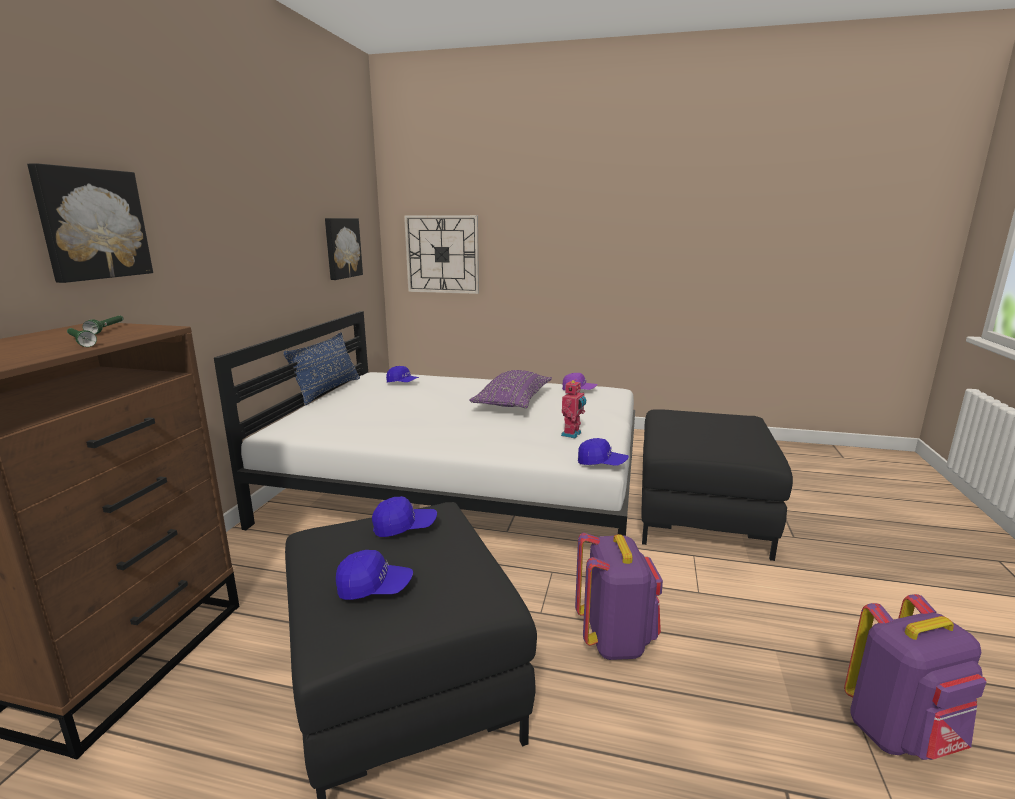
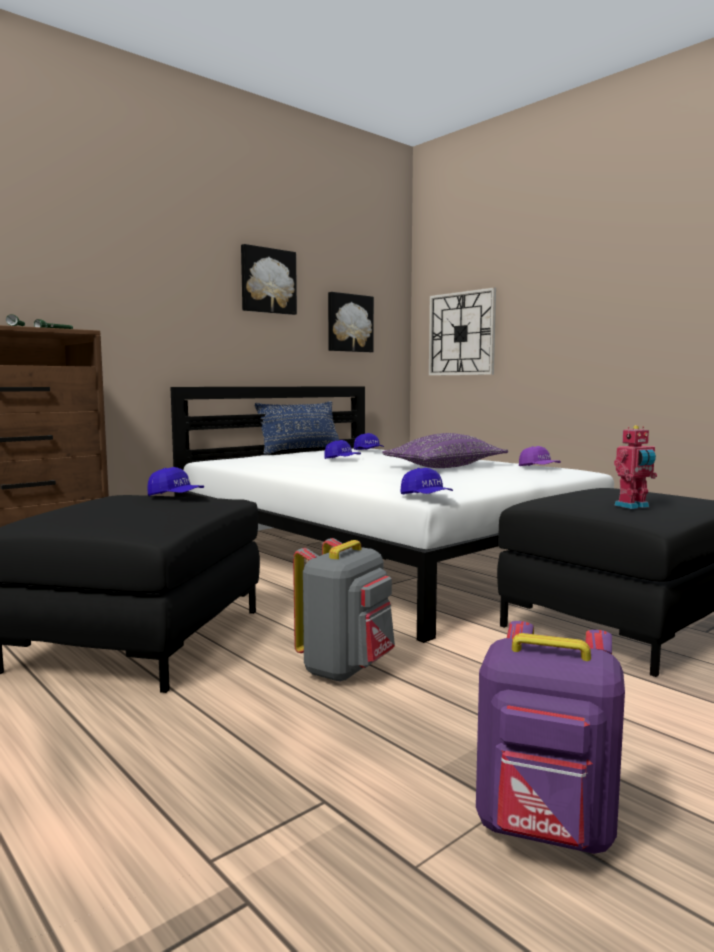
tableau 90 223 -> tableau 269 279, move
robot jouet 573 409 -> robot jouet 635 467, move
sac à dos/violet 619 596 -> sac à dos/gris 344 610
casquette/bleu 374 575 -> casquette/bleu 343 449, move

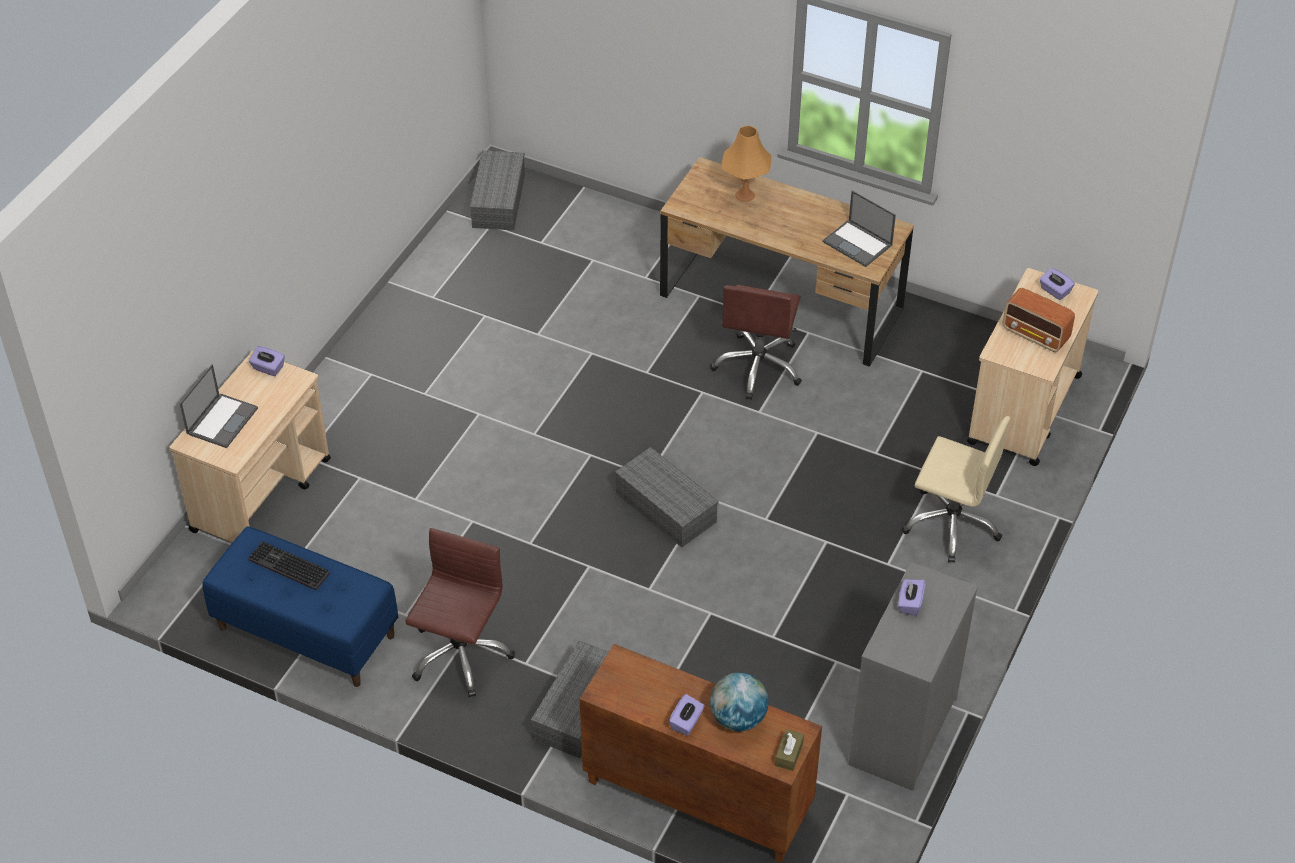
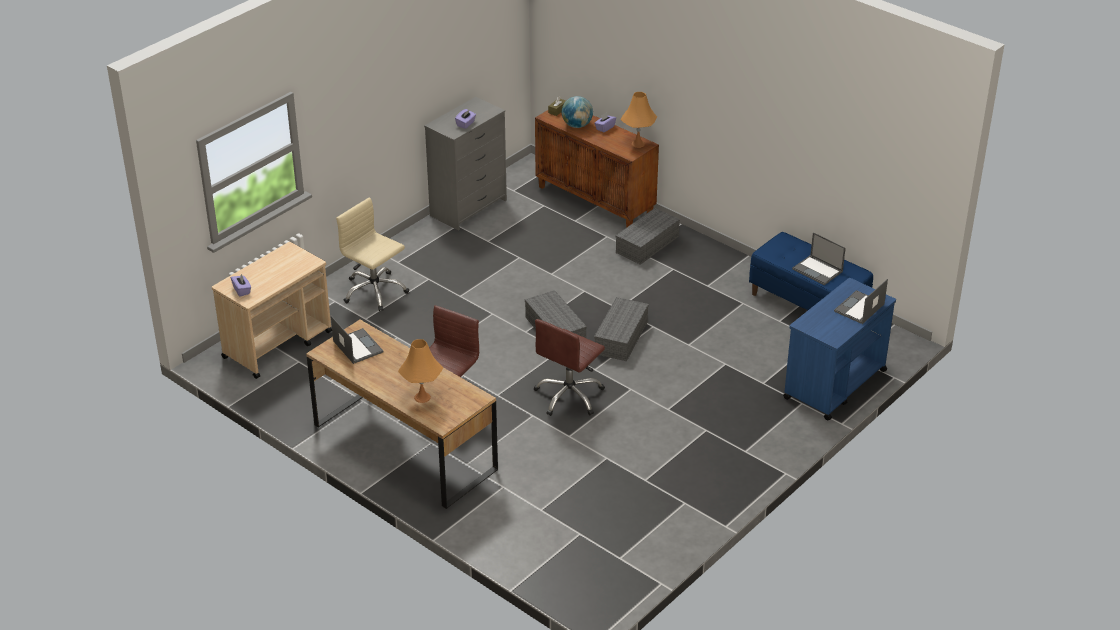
boîte de rangement/gris 497 190 -> boîte de rangement/gris 621 329, move
radio 1039 320 -> none
boîte à mouchoirs/violet 267 361 -> none
chariot/beige 250 447 -> chariot/bleu 839 349
chaise de bureau/marron 460 612 -> chaise de bureau/marron 569 367, move
clavier 289 565 -> ordinateur portable 819 258
none -> lampe de table/orange 639 120

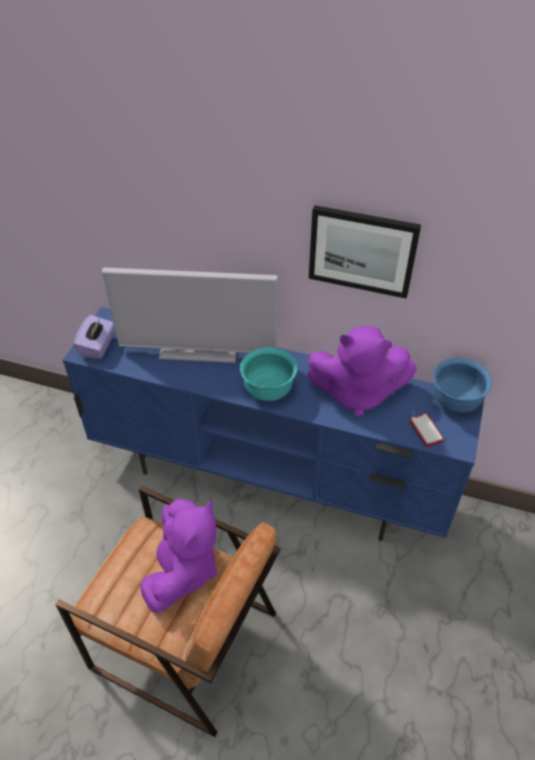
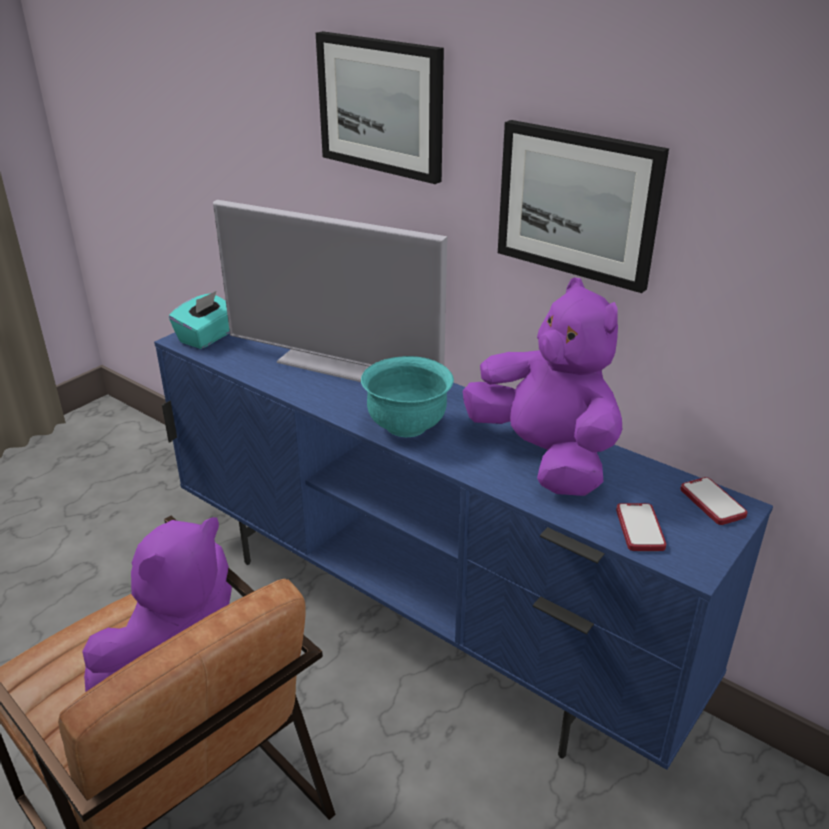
boîte à mouchoirs/violet 94 337 -> boîte à mouchoirs/turquoise 199 320
peluche/violet 362 371 -> peluche/violet 542 386, 150 degrees counterclockwise
bol/bleu 462 385 -> téléphone 714 501
none -> tableau 380 107

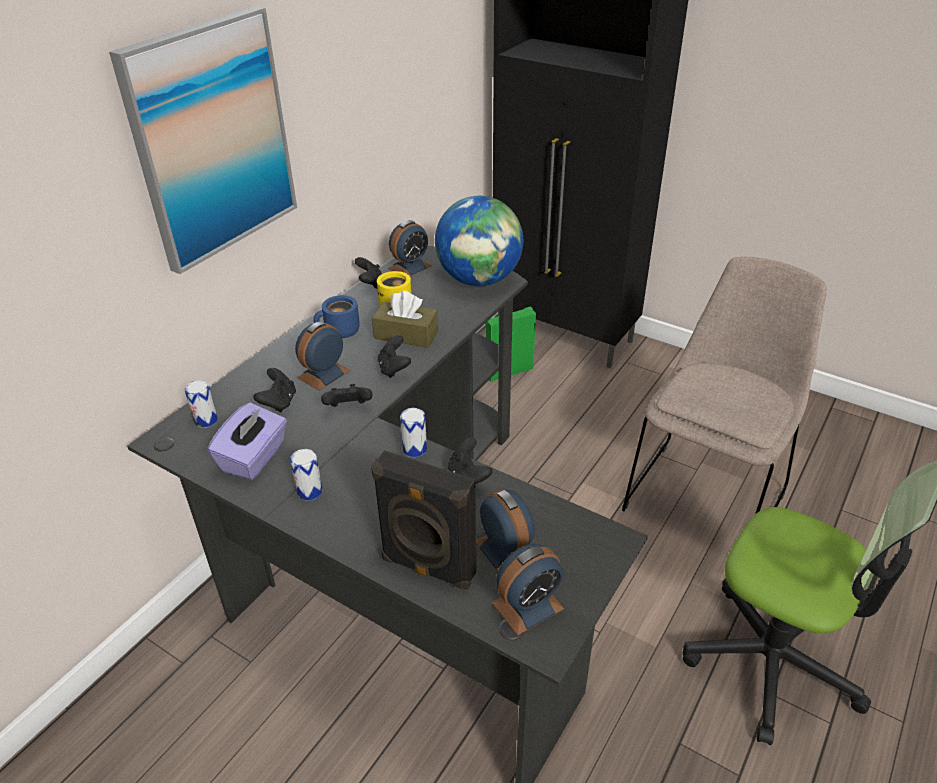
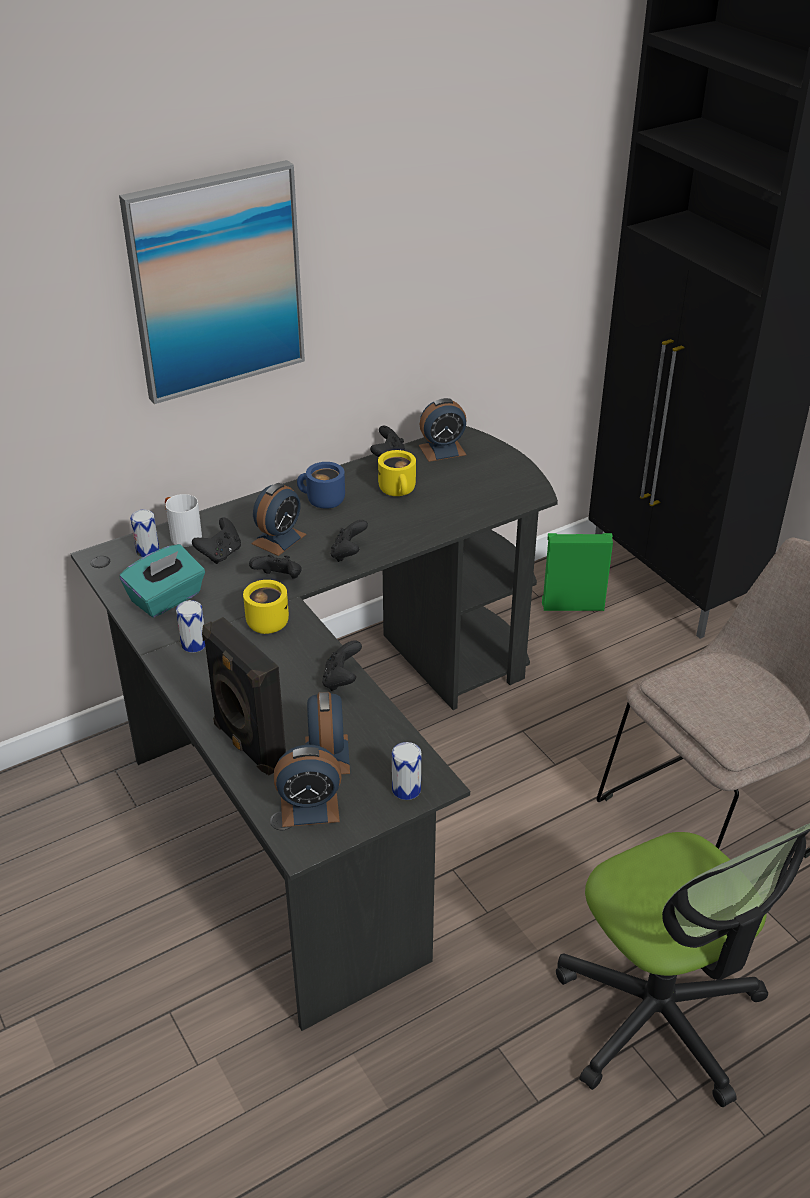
globe 479 241 -> none
boîte à mouchoirs/marron 405 319 -> none
réveil 322 356 -> réveil 279 519, 150 degrees clockwise
boîte à mouchoirs/violet 247 441 -> boîte à mouchoirs/turquoise 162 581
boîte métallique 413 432 -> boîte métallique 406 771, move
none -> mug/blanc 183 520
none -> mug/jaune 266 607

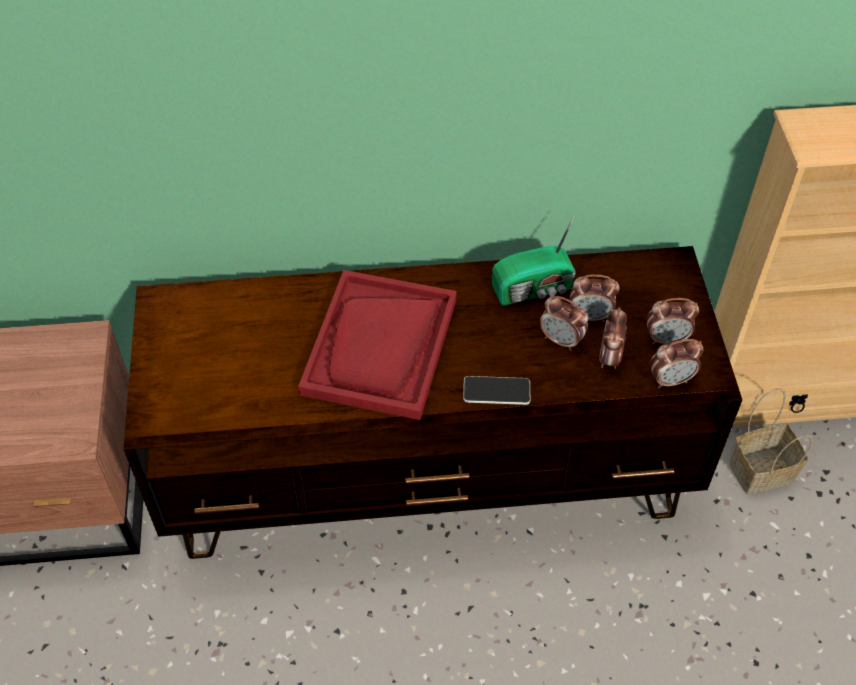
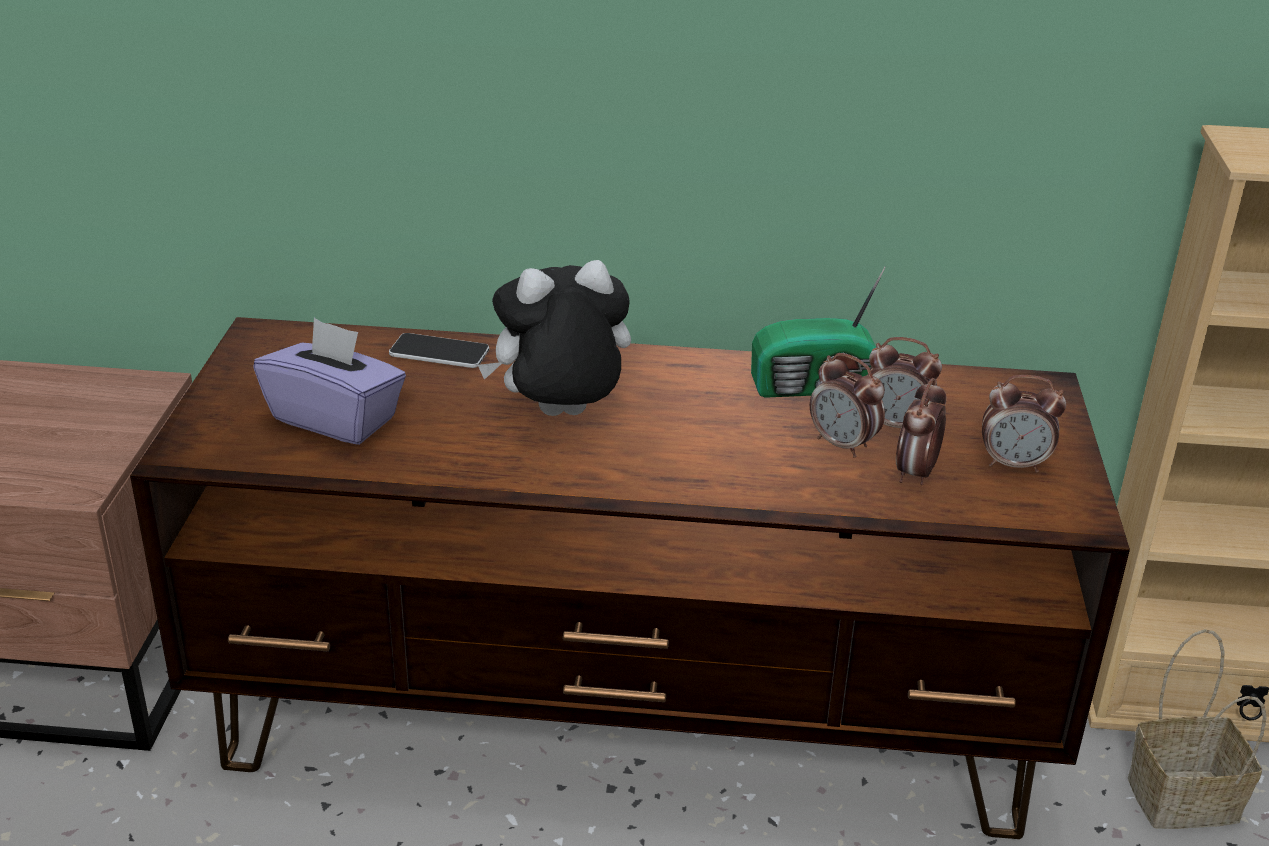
plateau/rouge 377 345 -> peluche 554 338
réveil 676 363 -> none
téléphone 496 390 -> téléphone 439 350, move
none -> boîte à mouchoirs/violet 329 381

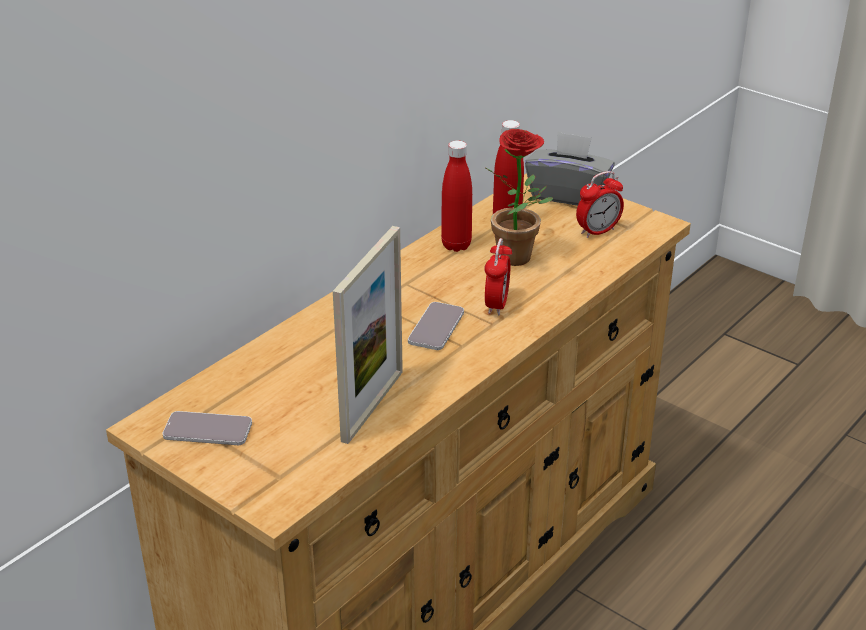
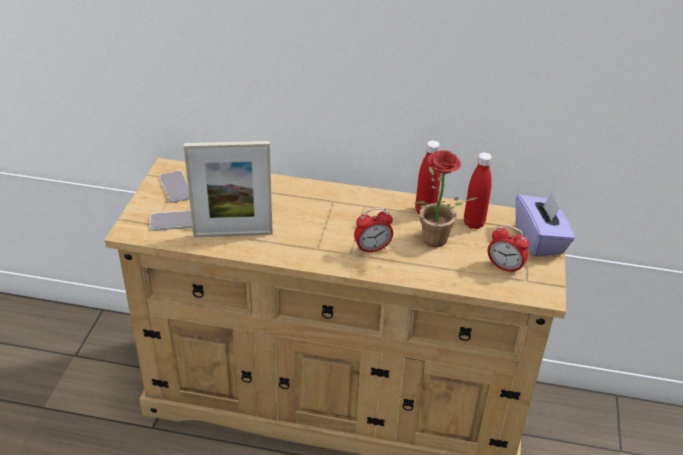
boîte à mouchoirs/gris 570 168 -> boîte à mouchoirs/violet 545 224
téléphone 436 326 -> téléphone 171 220, move

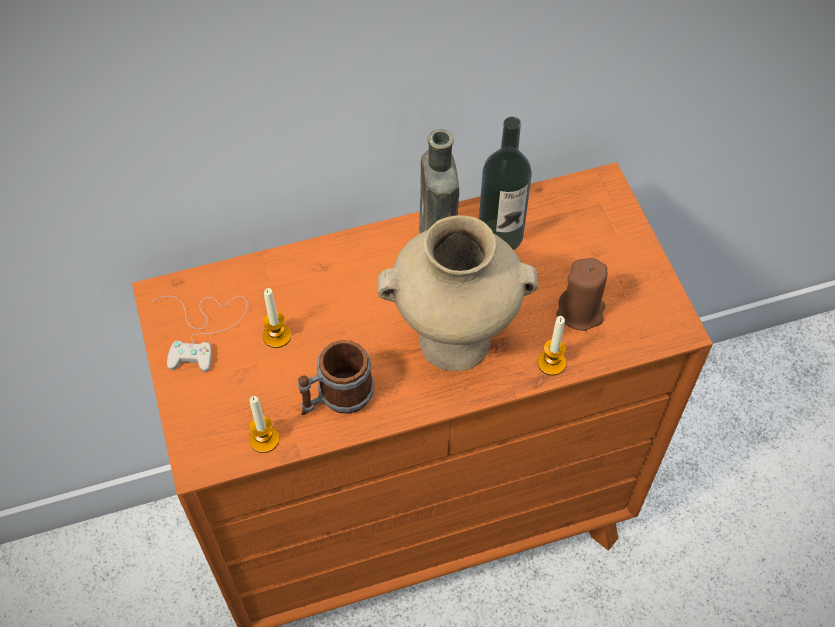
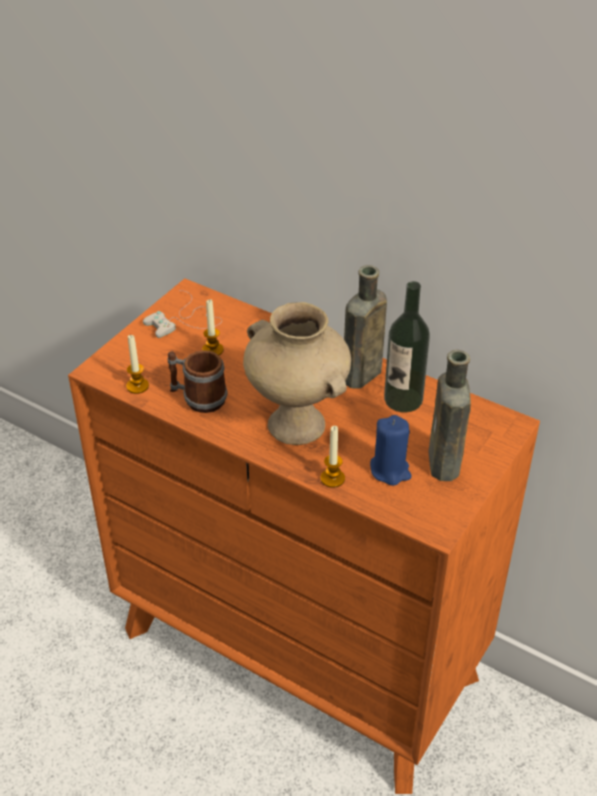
bougie/marron 581 294 -> bougie/bleu 391 450
none -> bouteille/marron 449 415

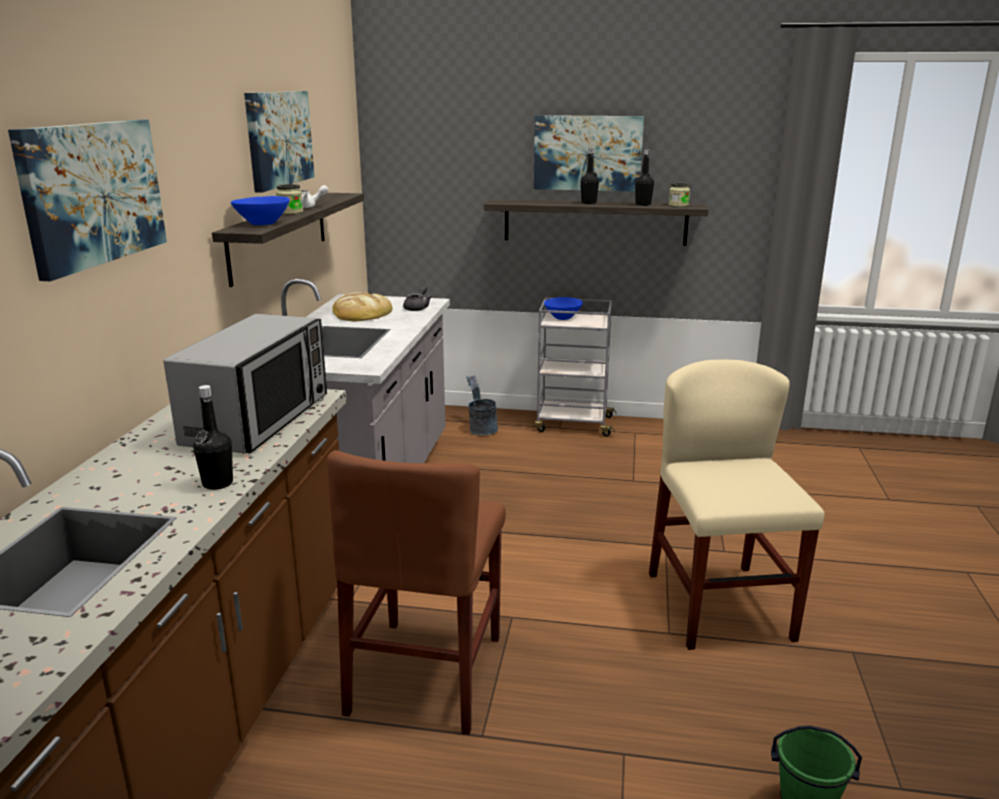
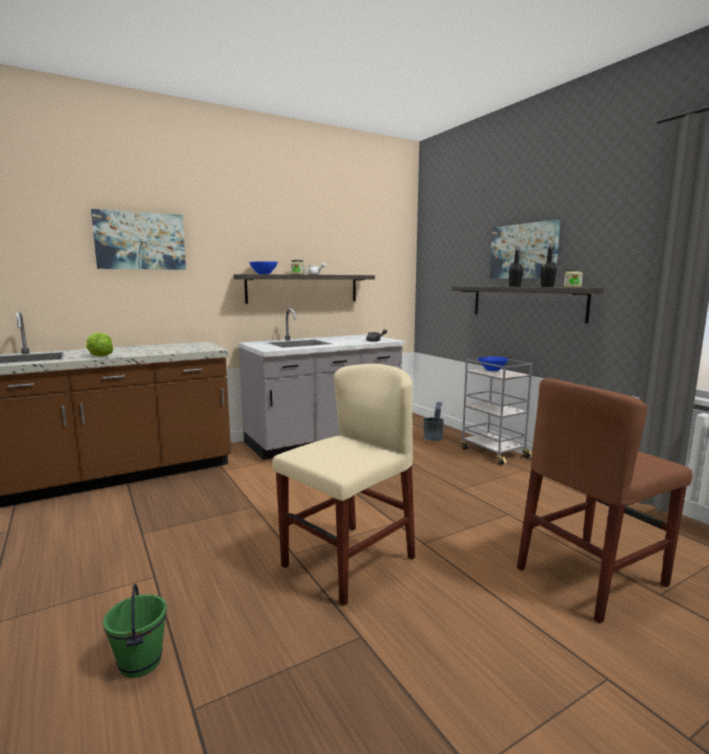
tableau 279 142 -> none
pain 362 306 -> none
micro-ondes 245 384 -> none
bouteille/noir 213 437 -> laitue 99 344
chaise/marron 416 592 -> chaise/marron 604 501, move

